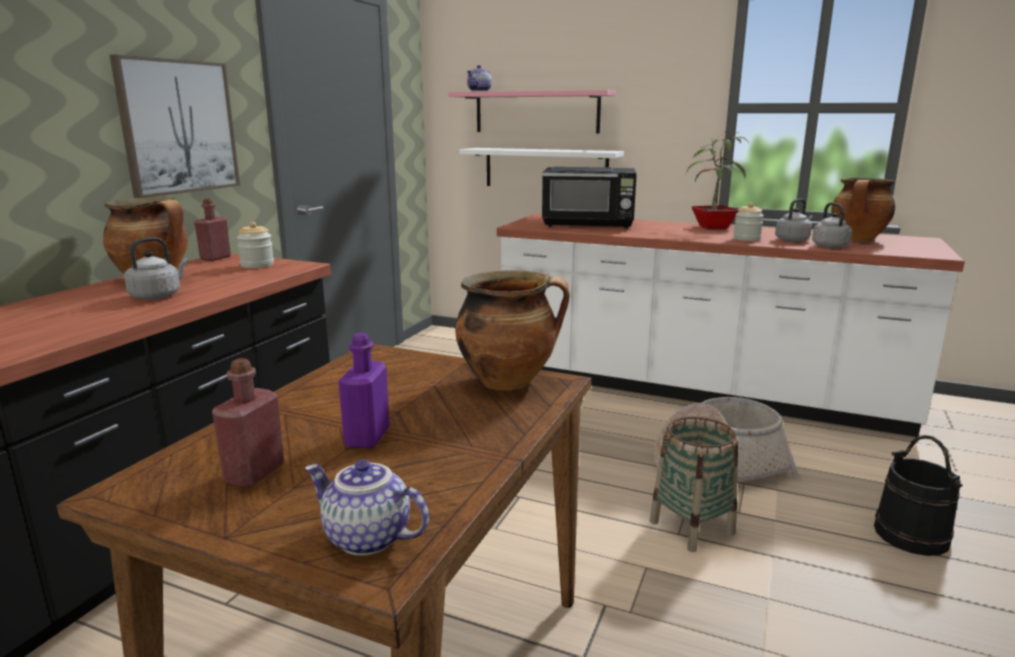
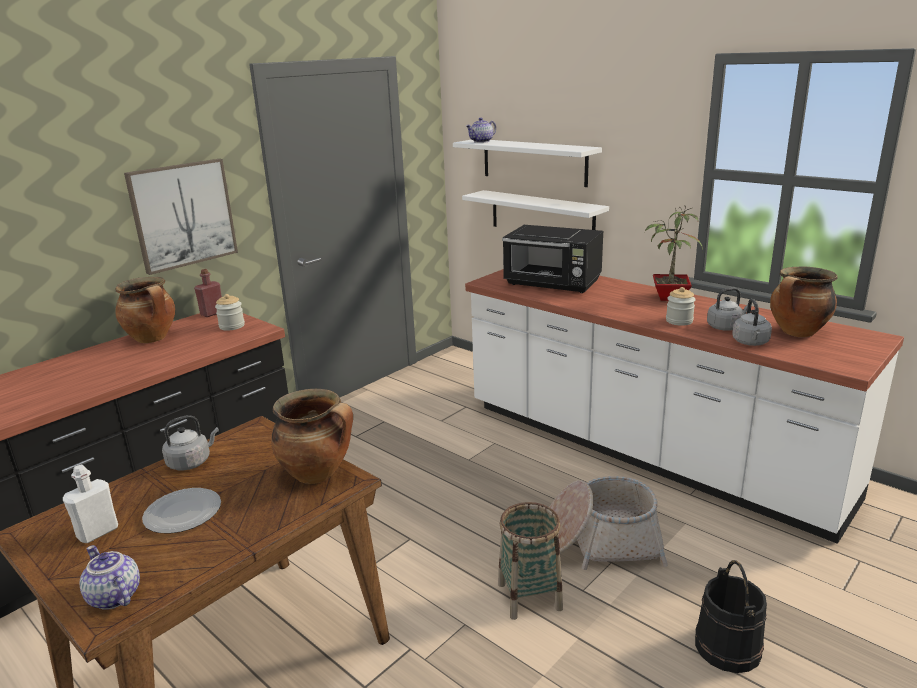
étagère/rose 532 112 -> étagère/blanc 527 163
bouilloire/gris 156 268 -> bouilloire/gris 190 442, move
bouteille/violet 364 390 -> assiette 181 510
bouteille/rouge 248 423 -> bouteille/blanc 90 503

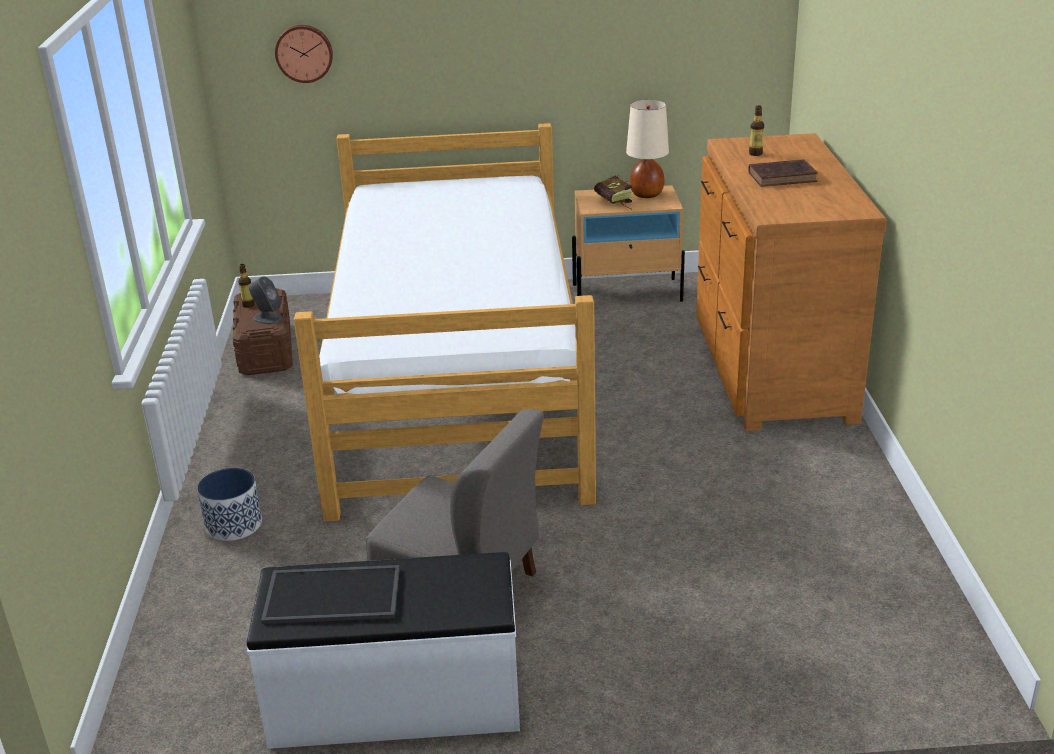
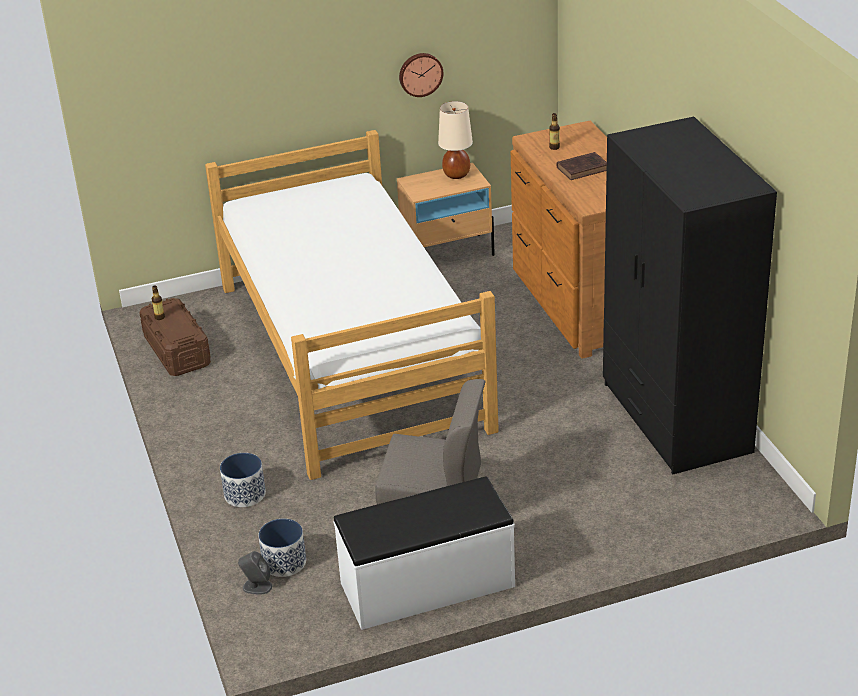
horloge murale 304 54 -> horloge murale 421 75, move
livre 613 192 -> none
enceinte/gris 265 300 -> enceinte/gris 255 572, move
plateau 330 594 -> none
none -> armoire/noir 690 295
none -> cache-pot 282 548

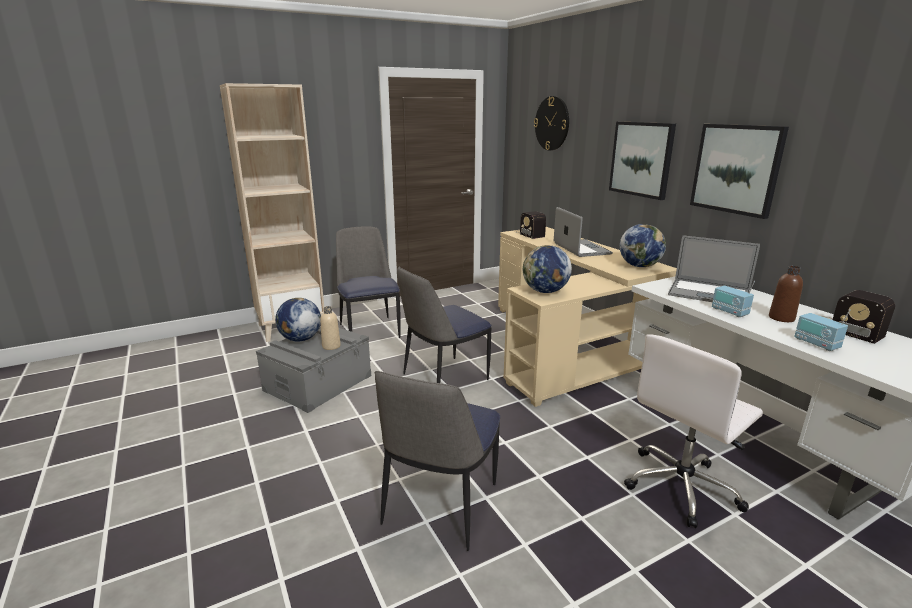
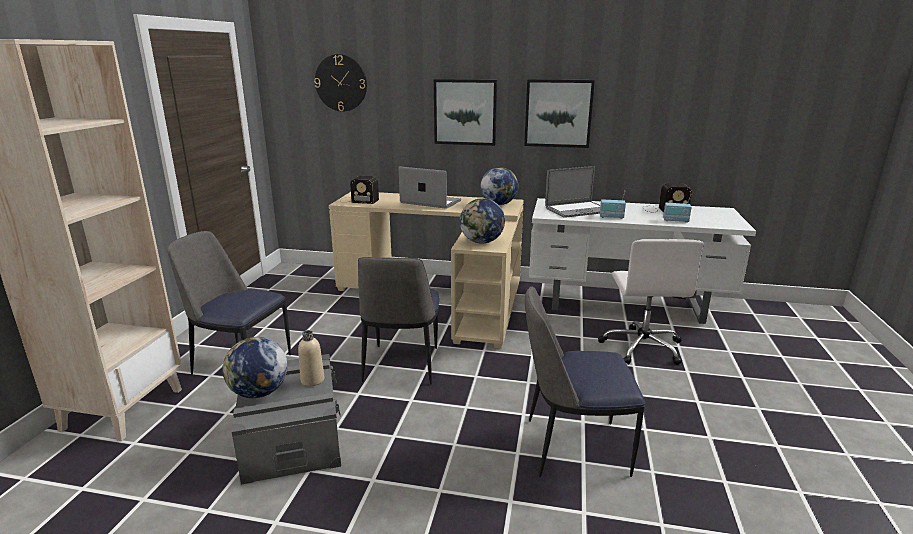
bouteille/marron 786 294 -> none
chaise 437 461 -> chaise 585 382, 120 degrees clockwise

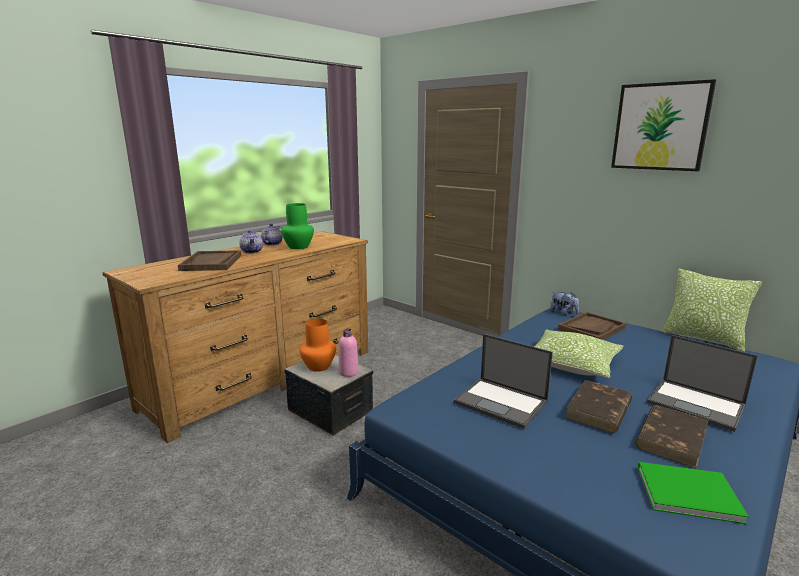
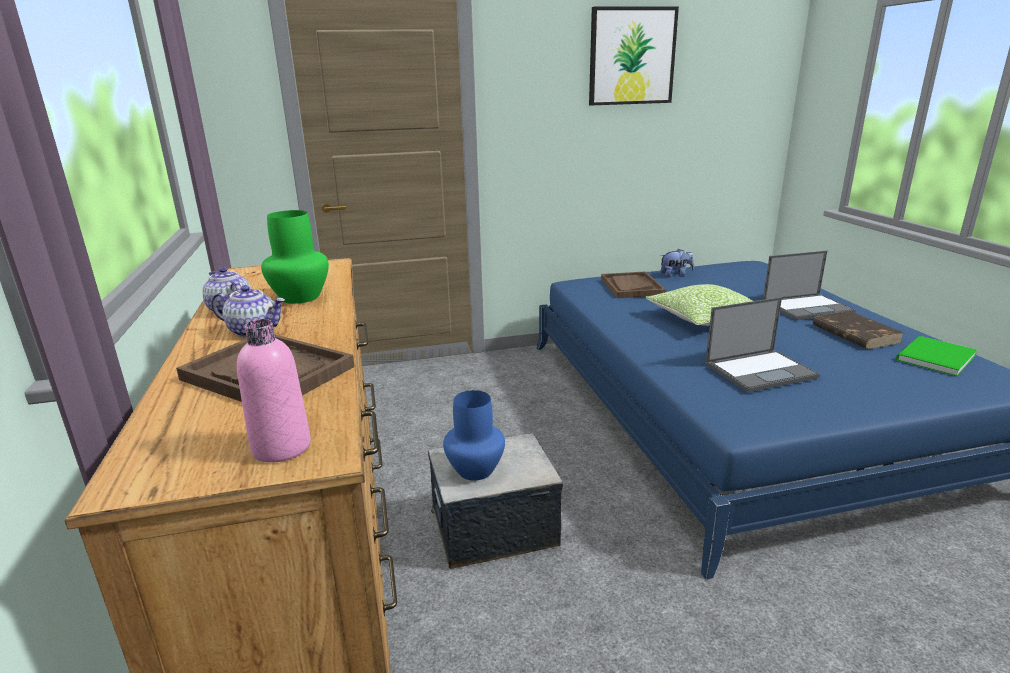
coussin 712 310 -> none
peluche 564 304 -> peluche 677 263, move
vase/orange 318 345 -> vase/bleu 474 435
bouteille/rose 349 353 -> bouteille/rose 274 391, move
livre/marron 599 406 -> none

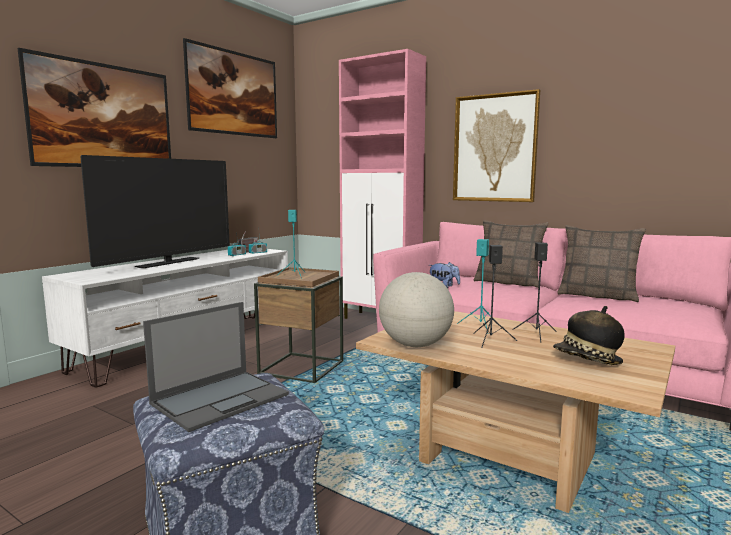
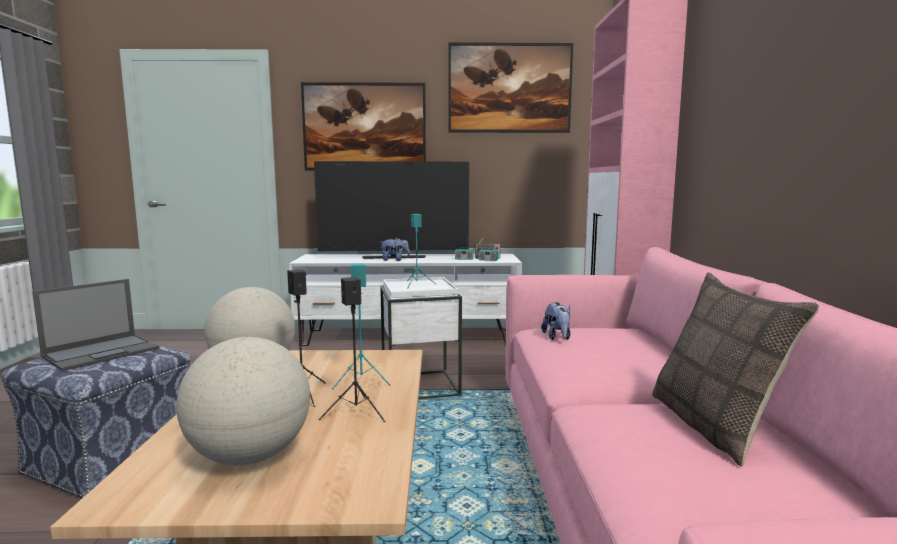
tableau 496 145 -> none
coussin 511 254 -> none
table d'appoint/marron 298 325 -> table d'appoint/blanc 421 338
ordinateur portable 216 367 -> ordinateur portable 95 325, 60 degrees counterclockwise
chapeau 589 335 -> globe 243 401
none -> peluche 395 249

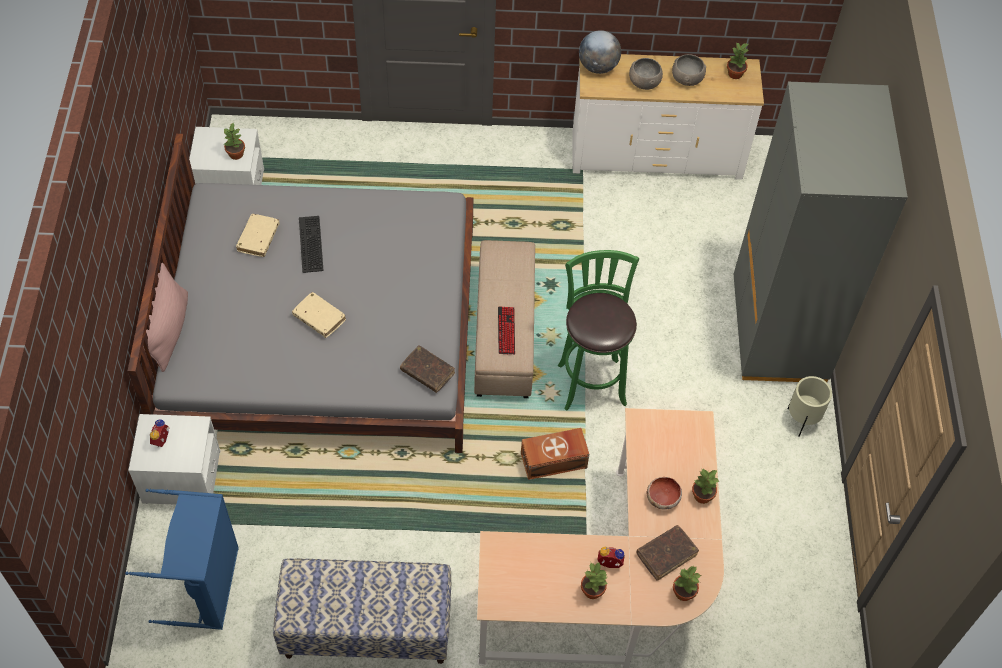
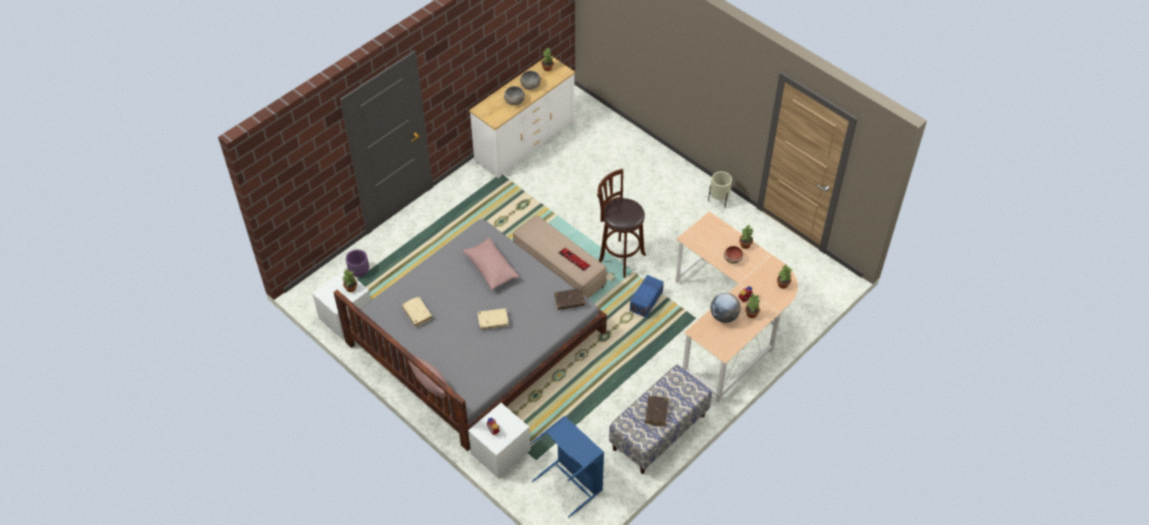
globe 600 52 -> globe 725 308, move
armoire/gris 821 232 -> none
clavier 311 244 -> none
tabouret/vert 598 330 -> tabouret/marron 621 223
boîte de rangement/marron 555 454 -> boîte de rangement/bleu 647 296
livre/marron 668 552 -> livre/marron 657 411, move
none -> coussin/rose 491 264
none -> cache-pot/violet 357 263

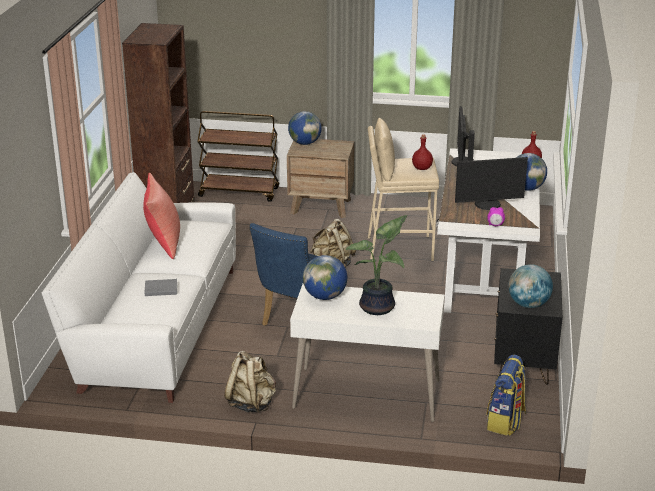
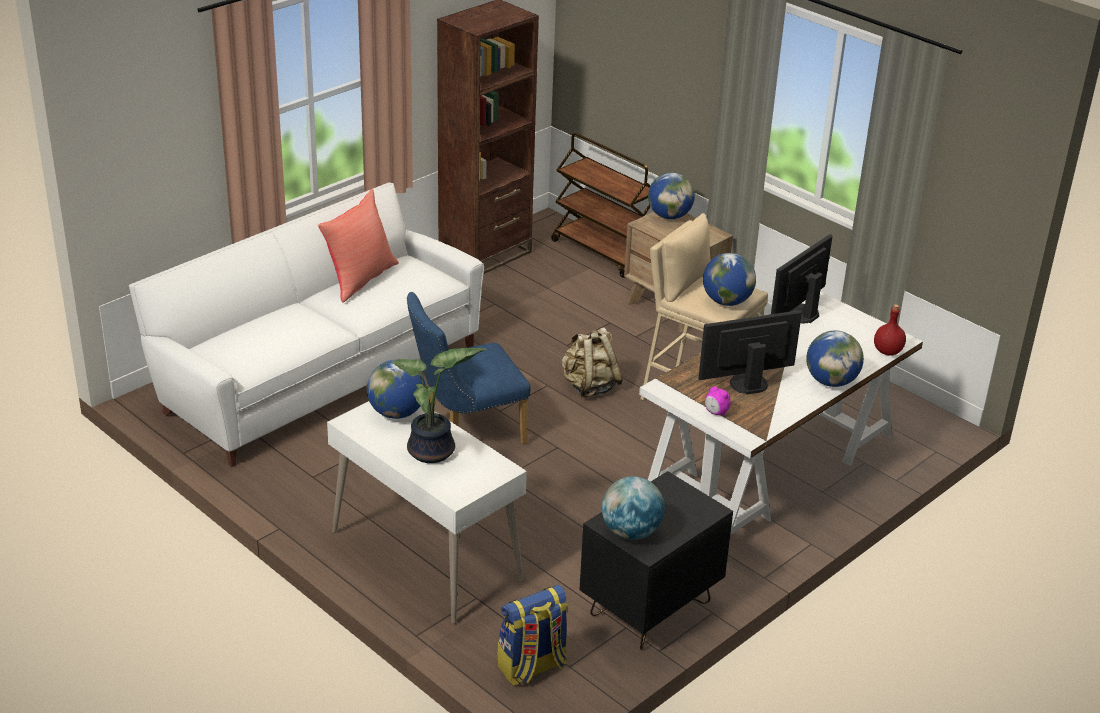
bouteille/rouge 422 152 -> globe 729 279
écran d'ordinateur 491 183 -> écran d'ordinateur 750 352, 135 degrees clockwise
livre/gris 161 287 -> none
sac à dos/beige 250 382 -> none

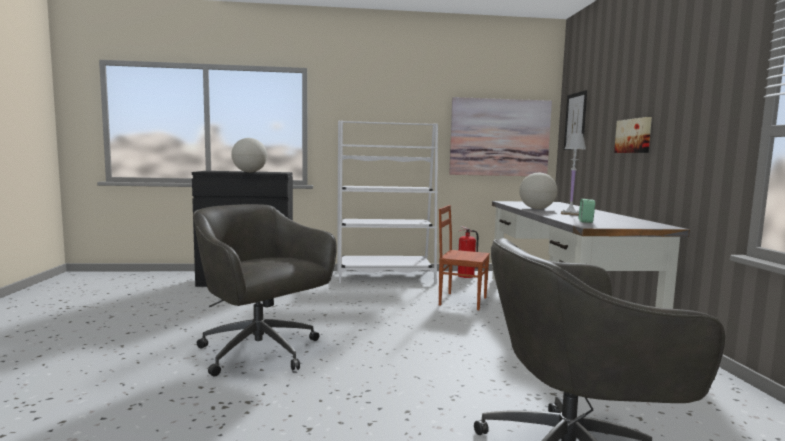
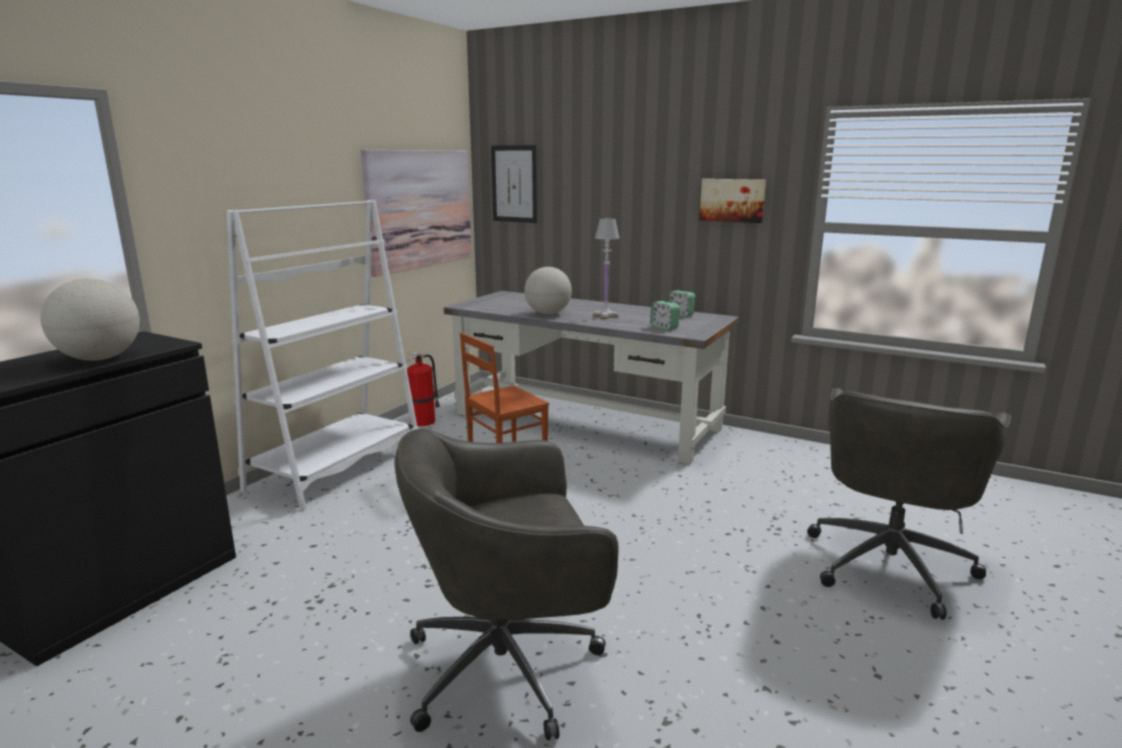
tableau 633 135 -> tableau 732 201, move
none -> réveil 681 303

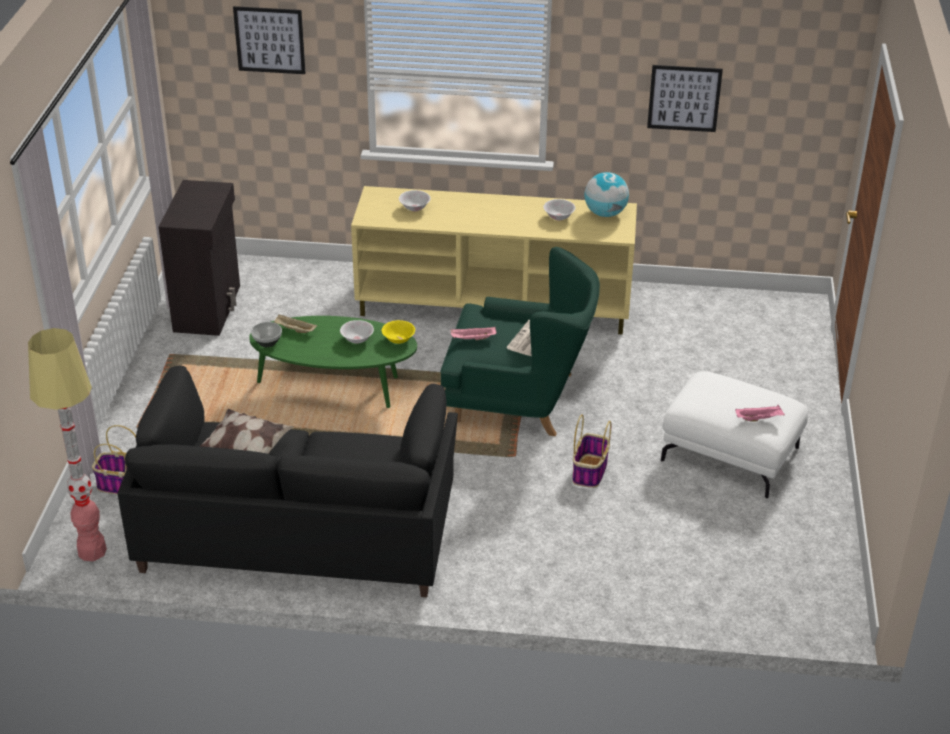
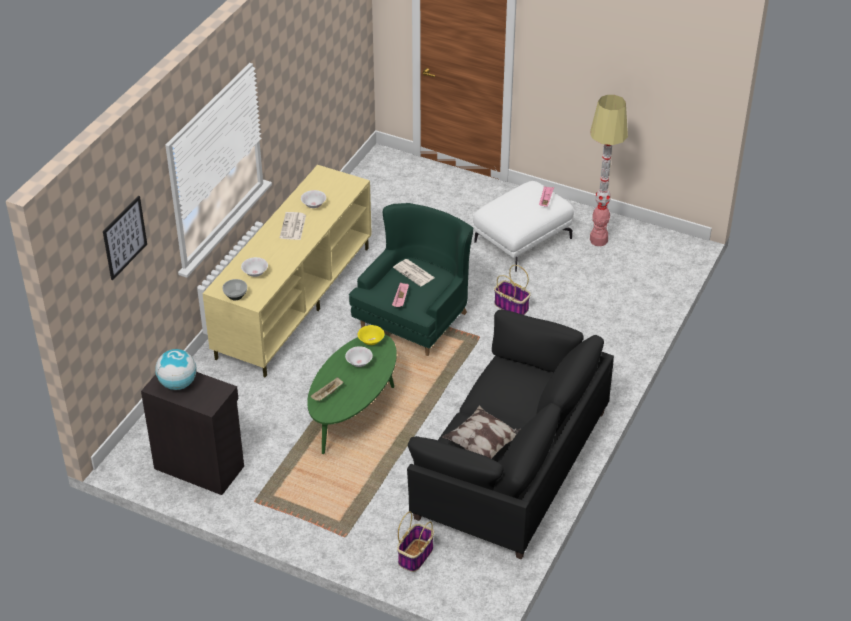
tableau 685 98 -> none
globe 606 194 -> globe 176 369, move
bol 266 334 -> bol 234 289, move
lampadaire 67 444 -> lampadaire 609 170, move
none -> journal 293 226

